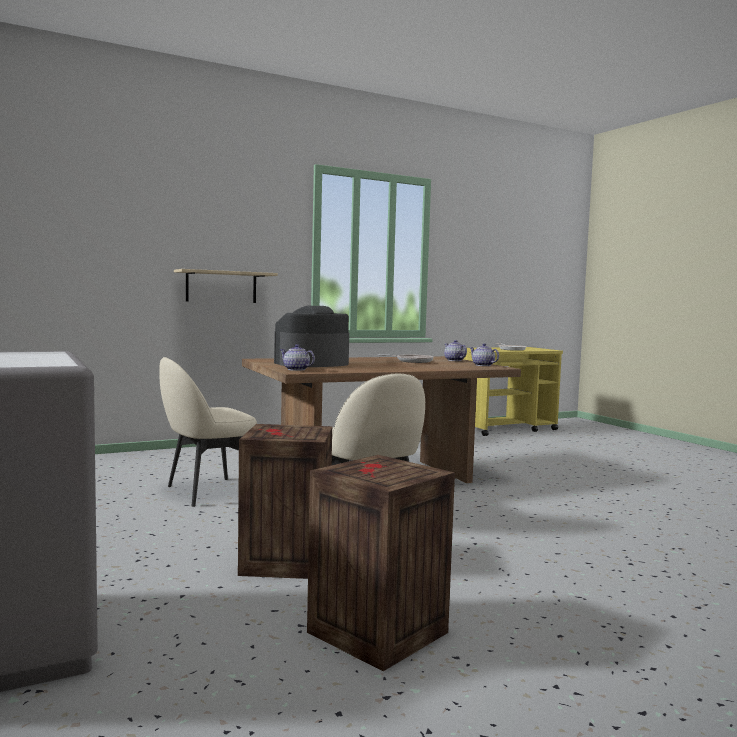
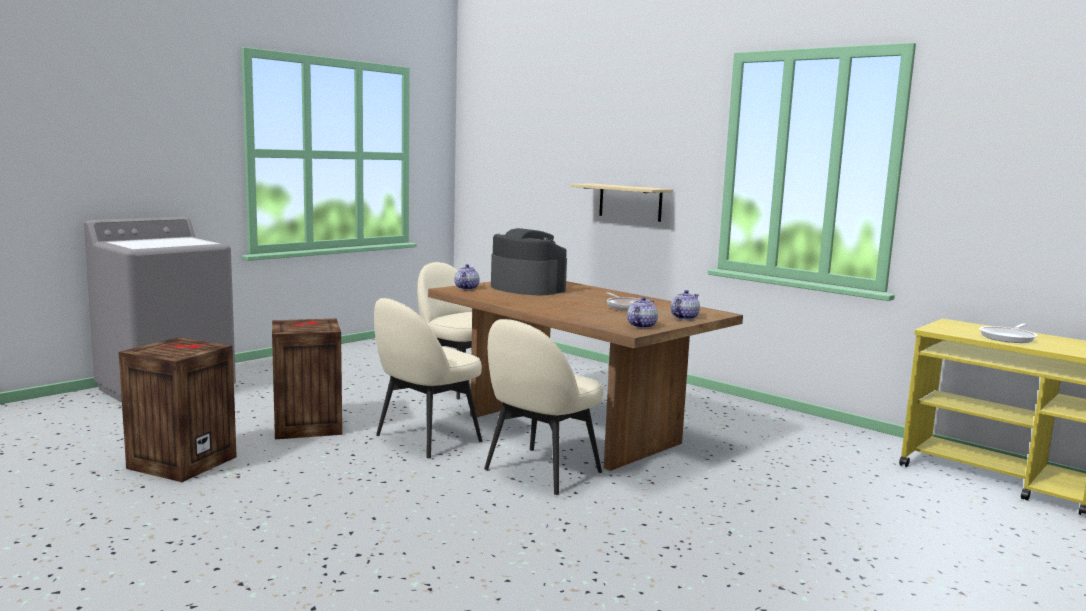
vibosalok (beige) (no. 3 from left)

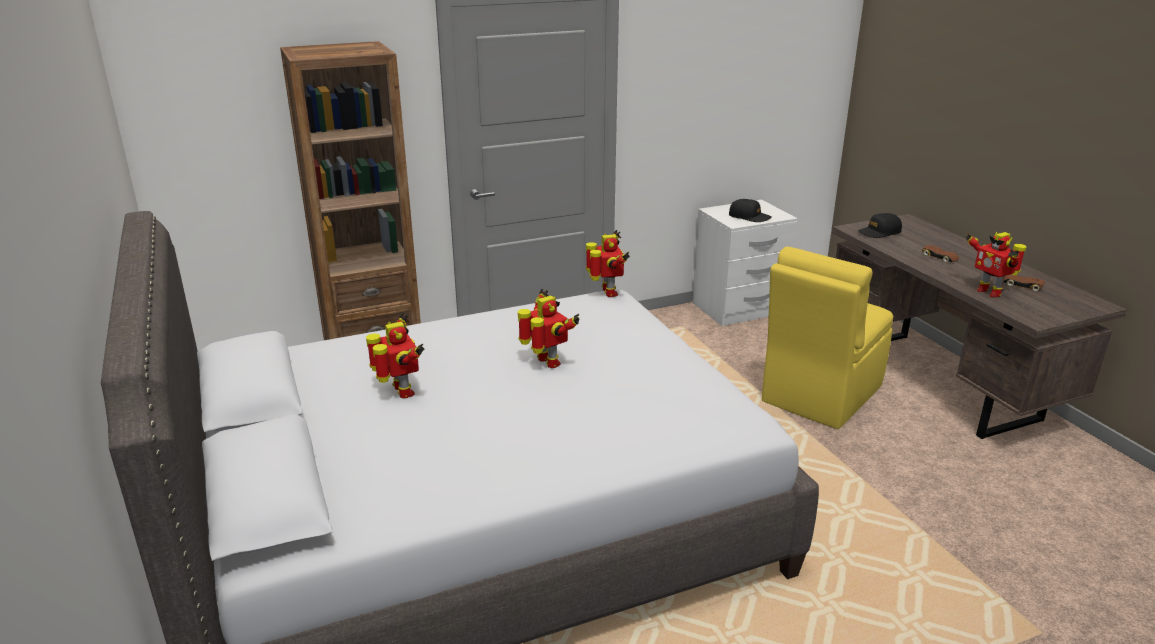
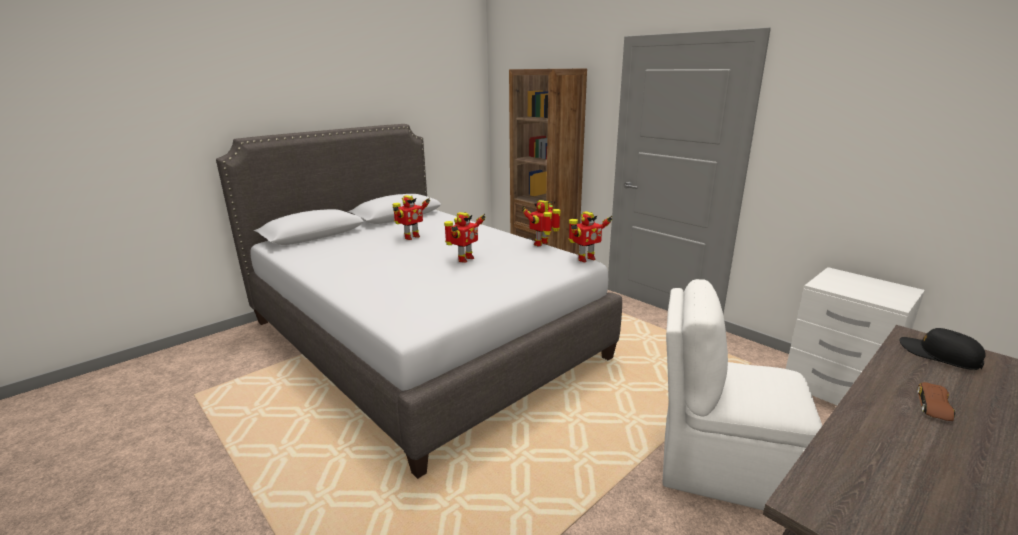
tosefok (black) (no. 1 from left in the first image)
vibosalok (white)
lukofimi (no. 3 from left)
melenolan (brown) (no. 2 from left in the first image)

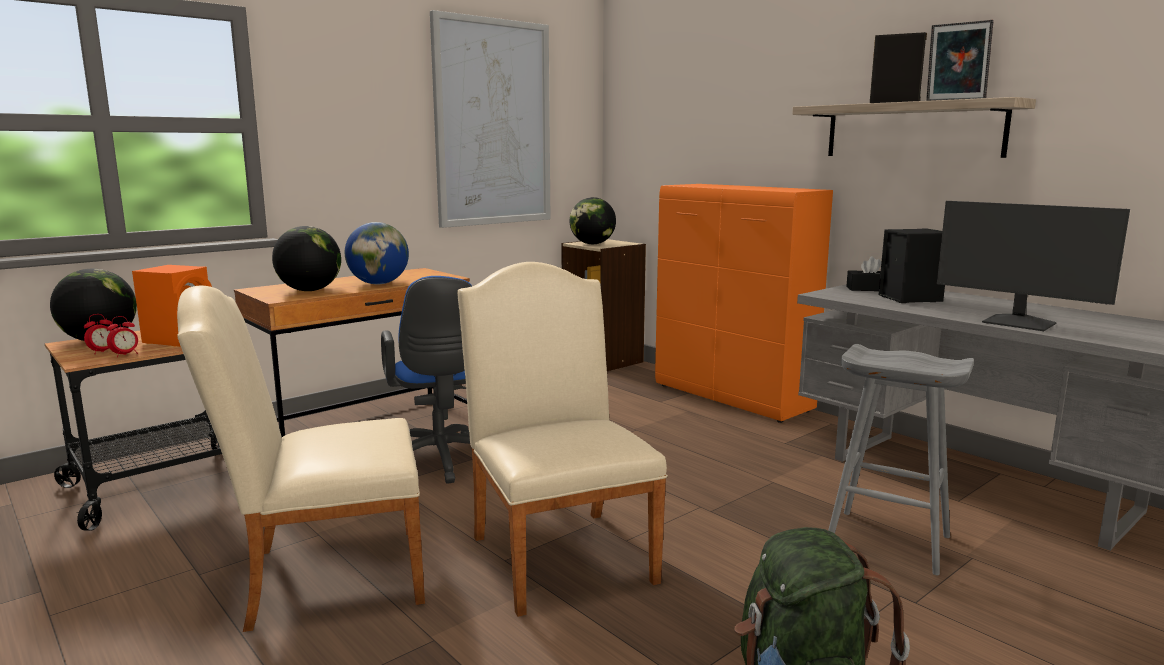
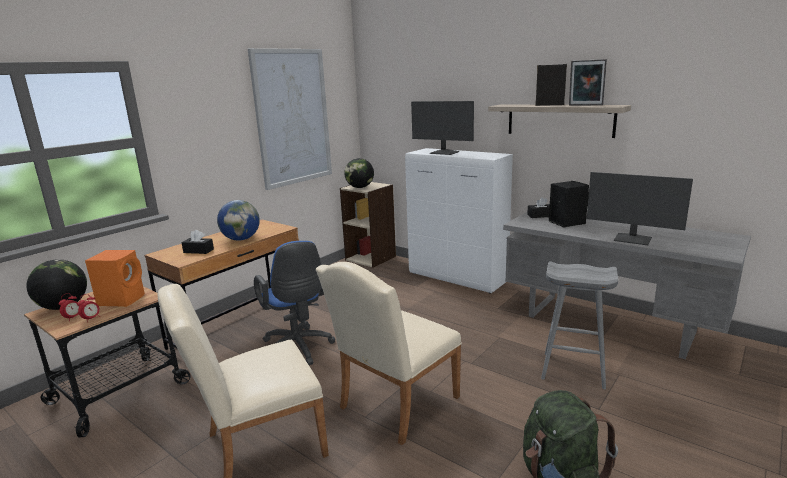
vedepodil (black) (no. 1 from left)
vibosalok (beige) (no. 2 from left)
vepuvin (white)
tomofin (no. 1 from left)

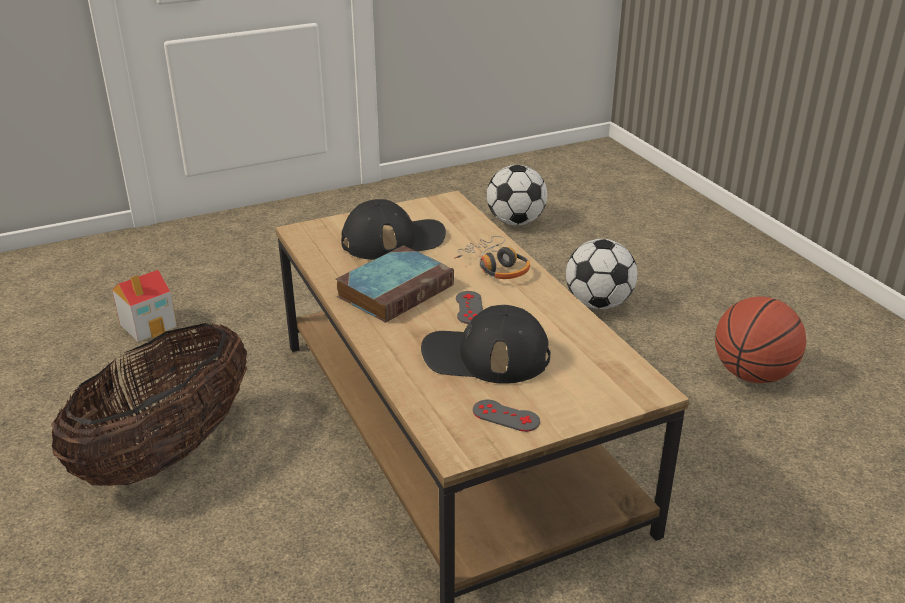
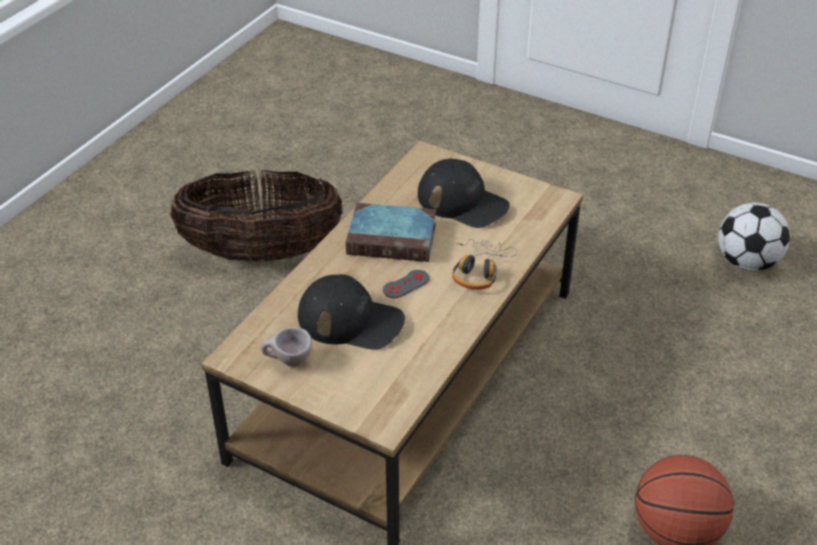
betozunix
tosefok (black) (no. 1 from left)
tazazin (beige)
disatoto (no. 2 from left in the first image)

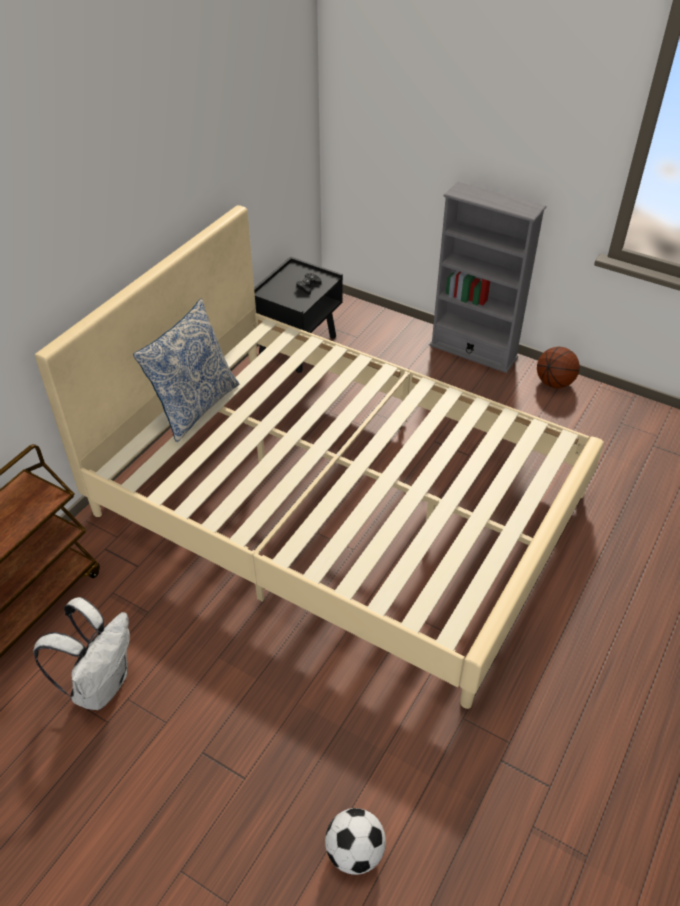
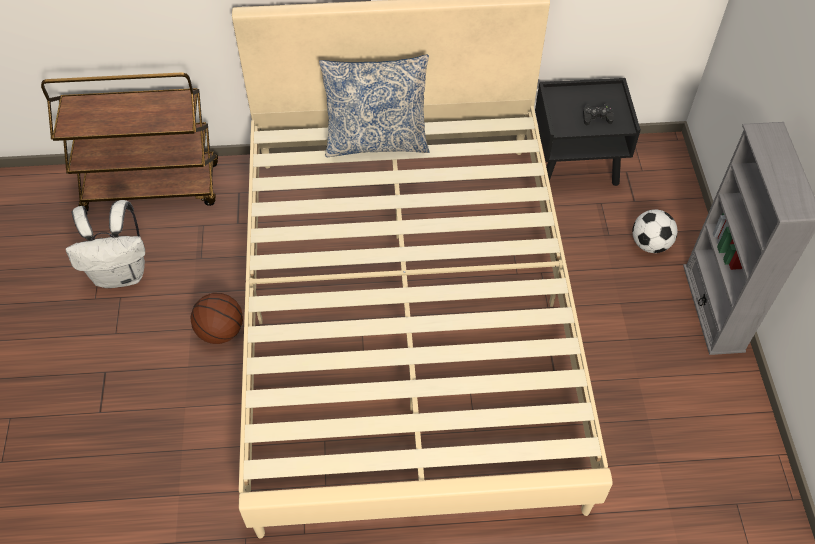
disatoto
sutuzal

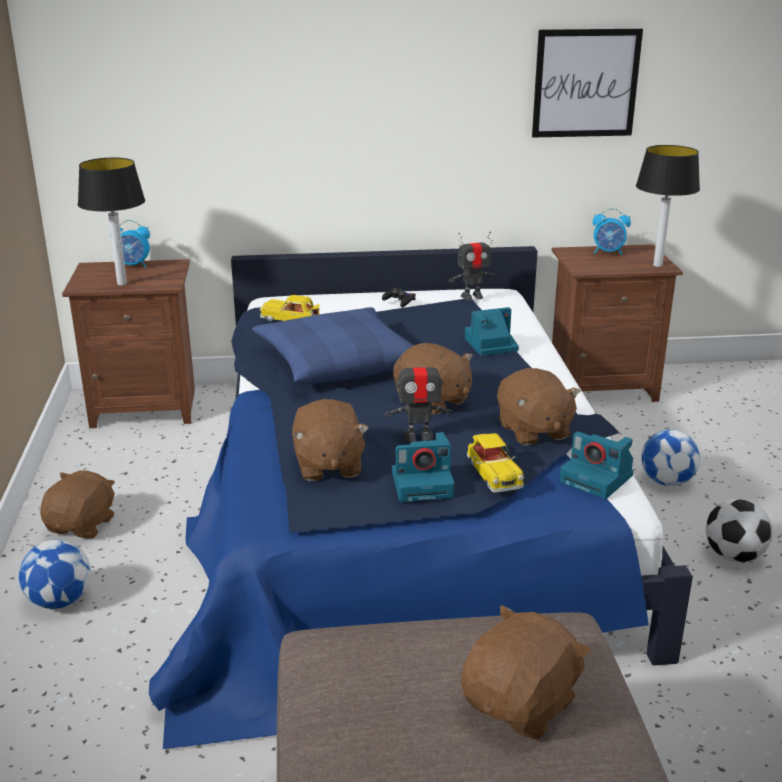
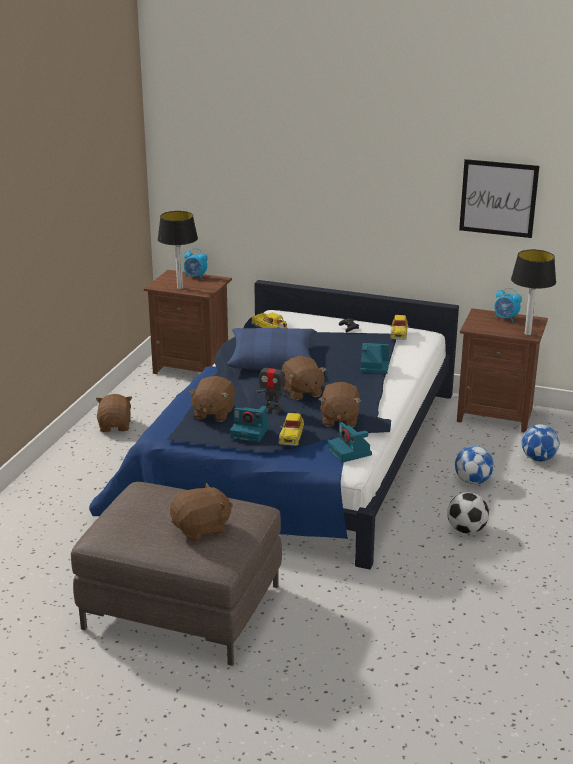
disatoto (no. 3 from left)
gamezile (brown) (no. 1 from left)
melenolan (no. 3 from left)

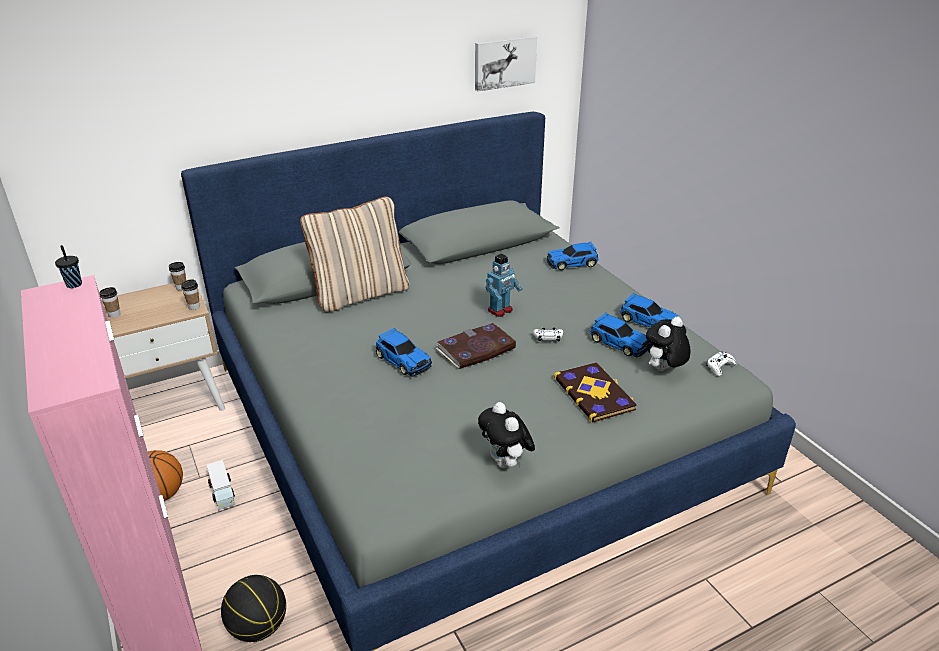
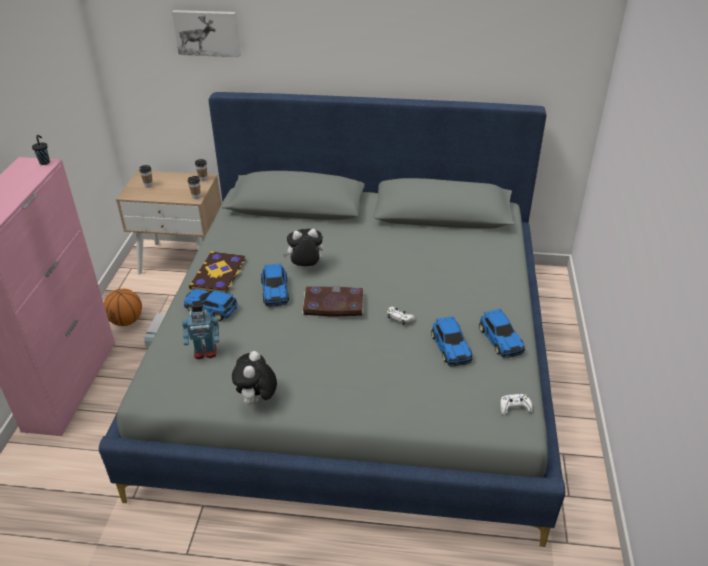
sutuzal (no. 2 from left in the first image)
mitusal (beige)
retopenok
lukofimi
melenolan (no. 1 from left)
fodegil (no. 1 from left)
gamezile (no. 2 from left)

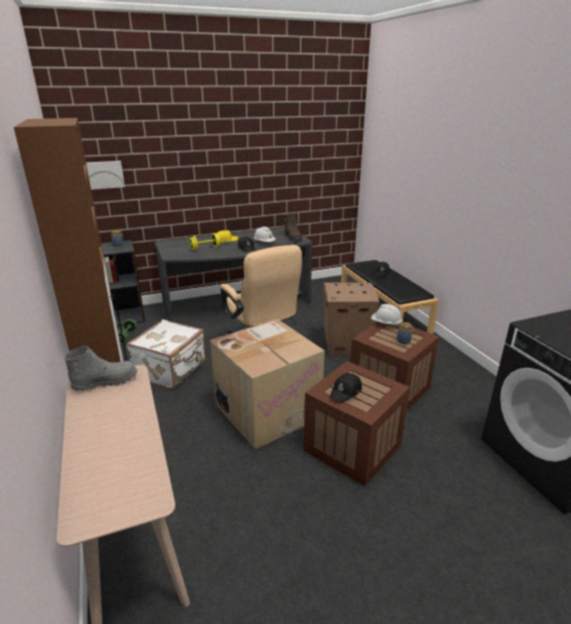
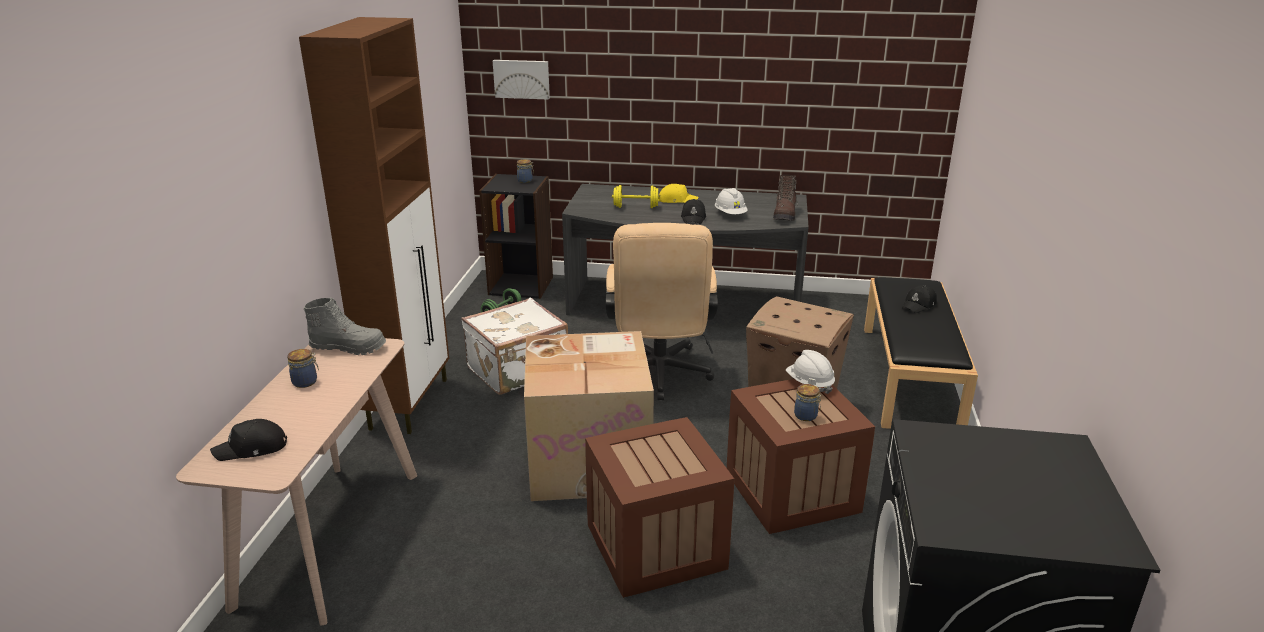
tosefok (black) (no. 1 from left)
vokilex (no. 1 from left)

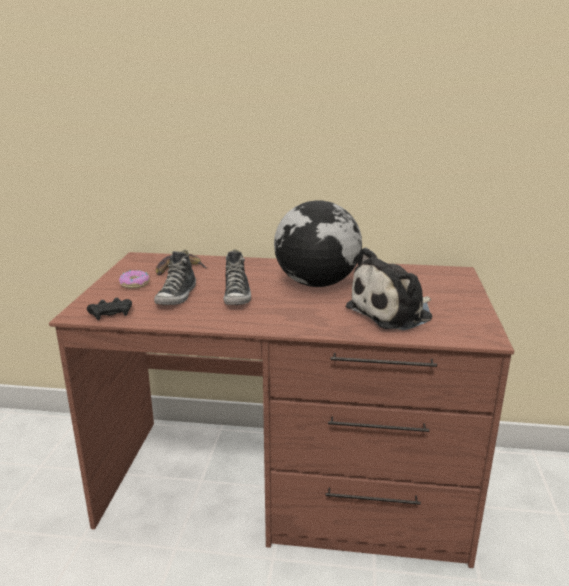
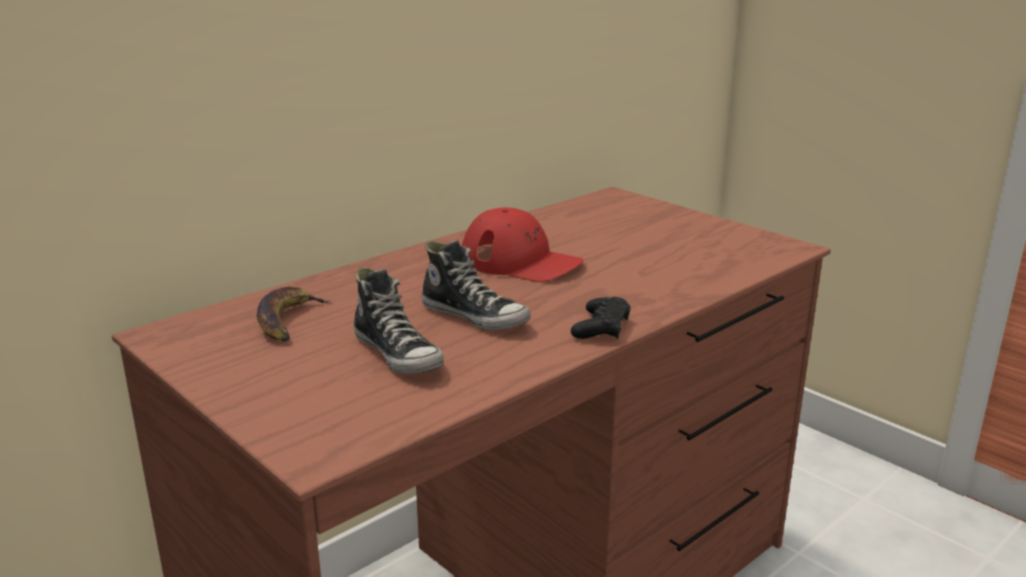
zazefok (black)
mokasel
tosefok (red)
gamezile

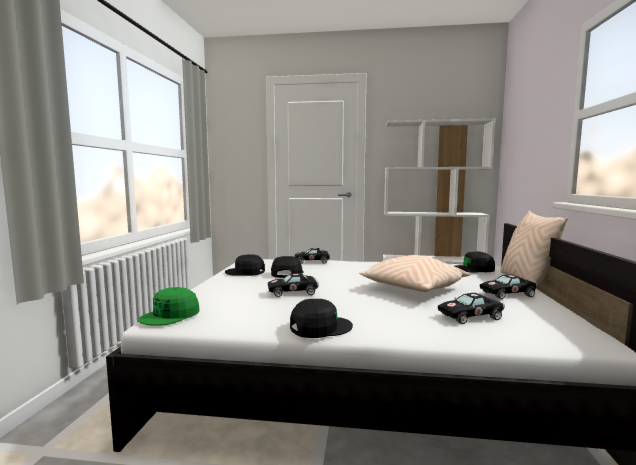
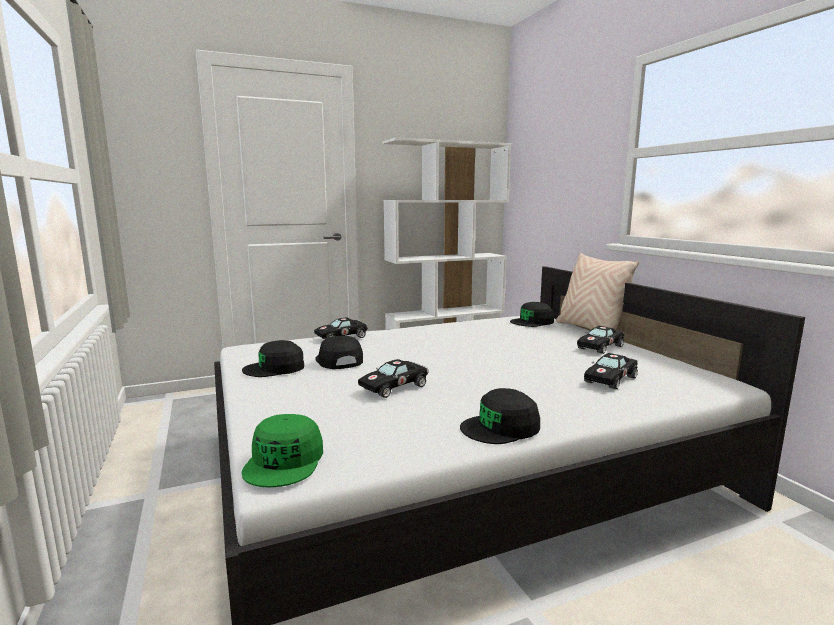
tosefok (black) (no. 3 from left)
mitusal (beige) (no. 1 from left in the first image)

